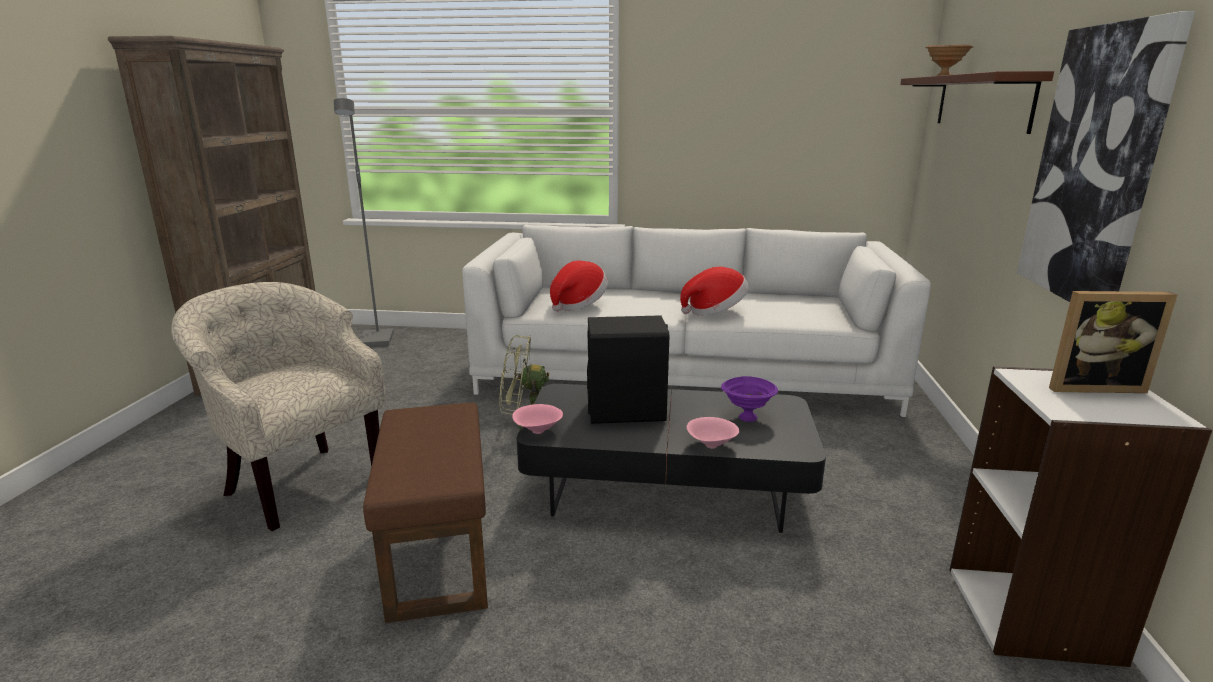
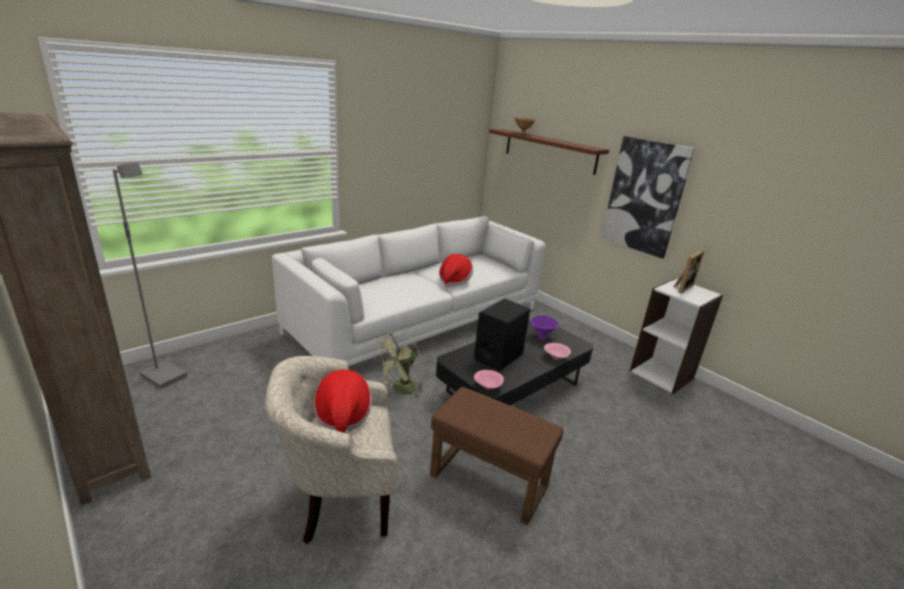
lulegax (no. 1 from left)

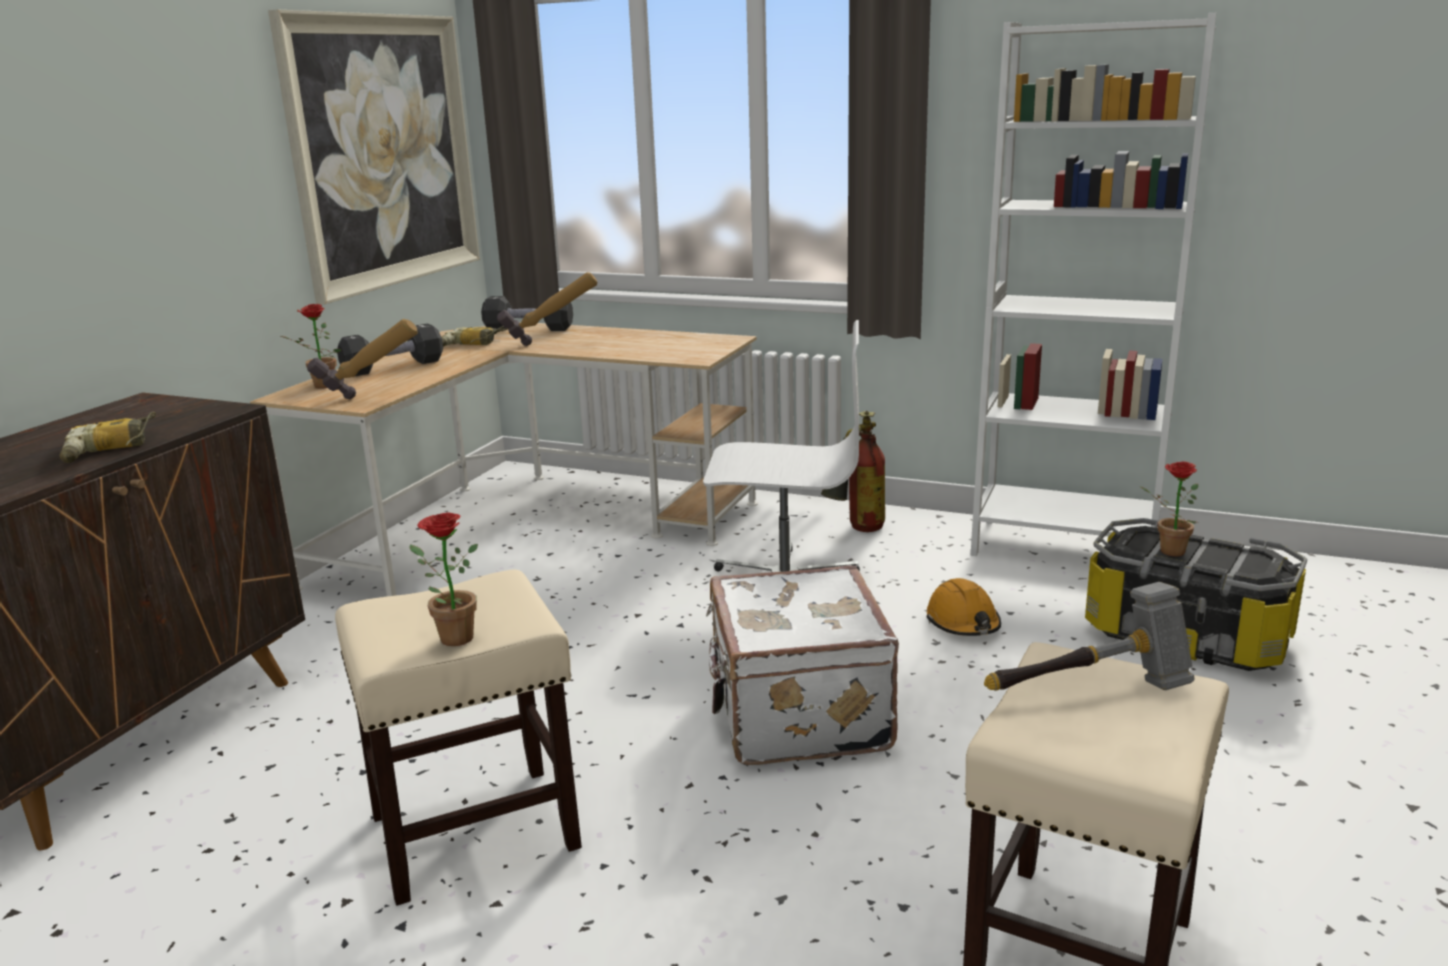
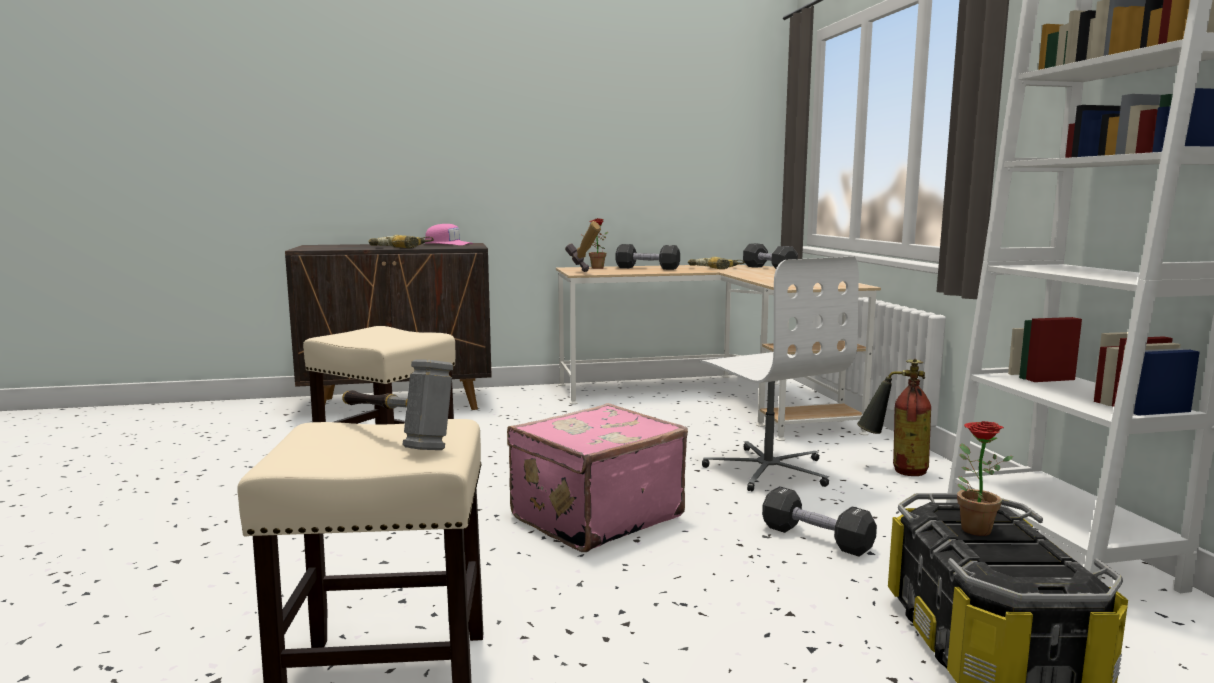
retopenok
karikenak (no. 2 from left in the first image)
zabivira (no. 2 from left in the first image)
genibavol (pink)
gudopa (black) (no. 3 from left)
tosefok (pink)

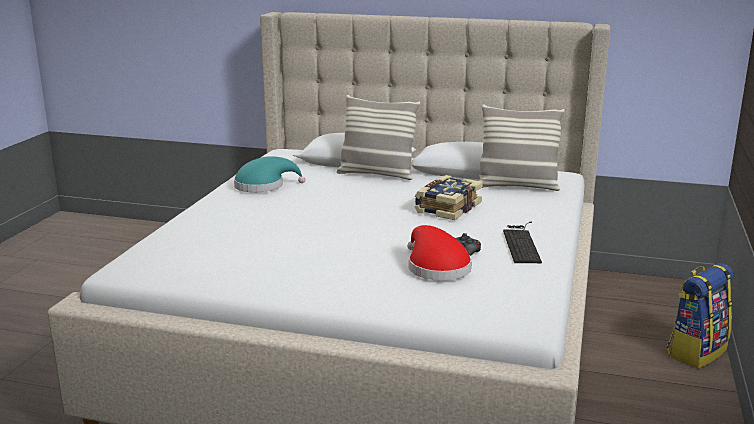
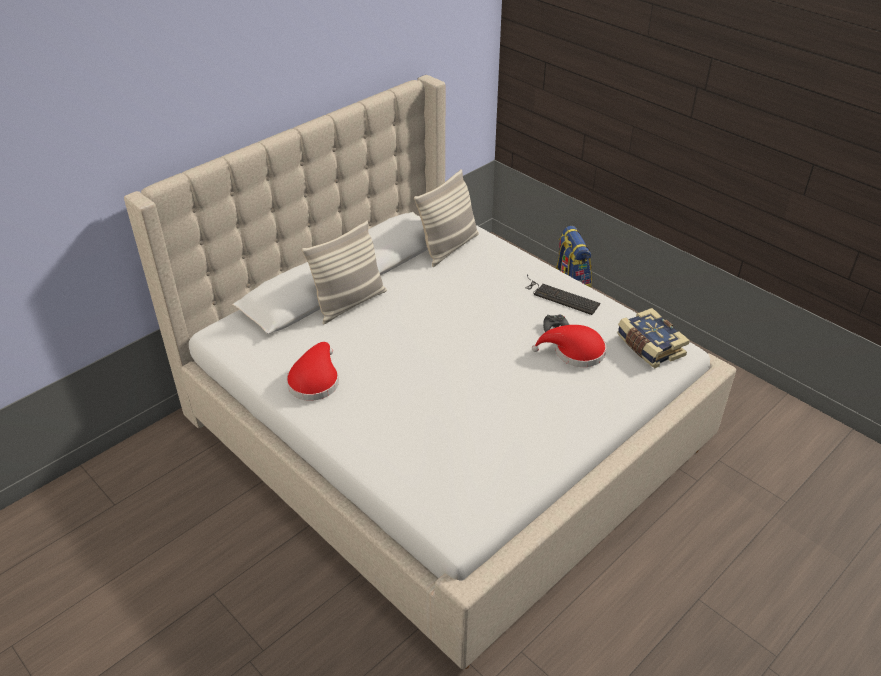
lulegax (red) (no. 1 from left)
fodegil

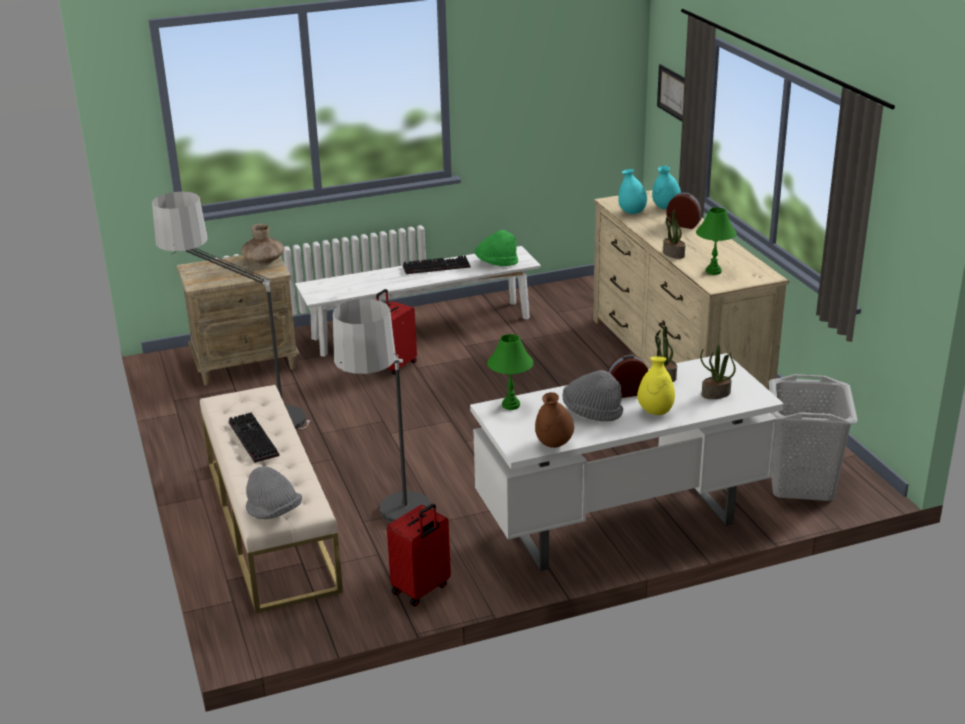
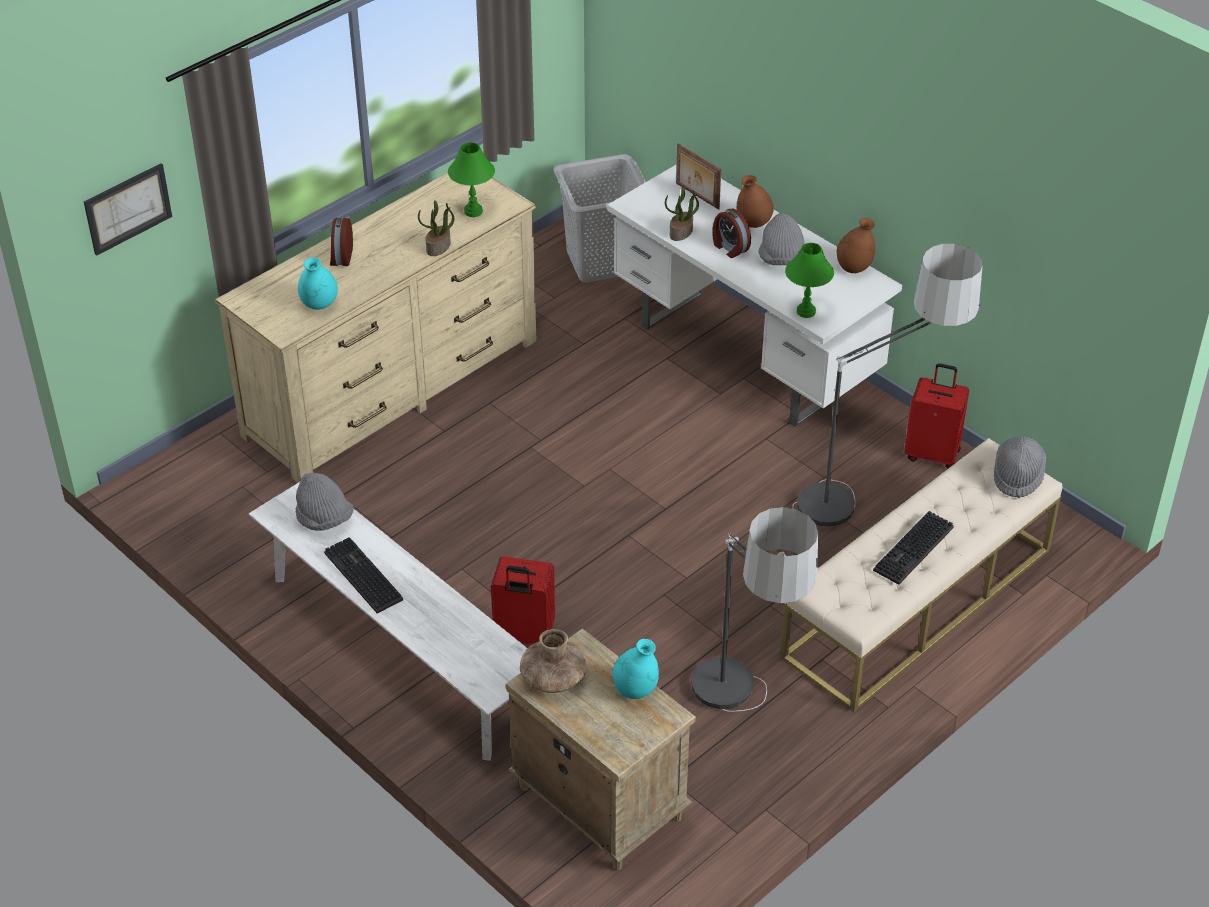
lulegax (grey) (no. 1 from left)
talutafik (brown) (no. 2 from left)
talutafik (turquoise) (no. 2 from left)
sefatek

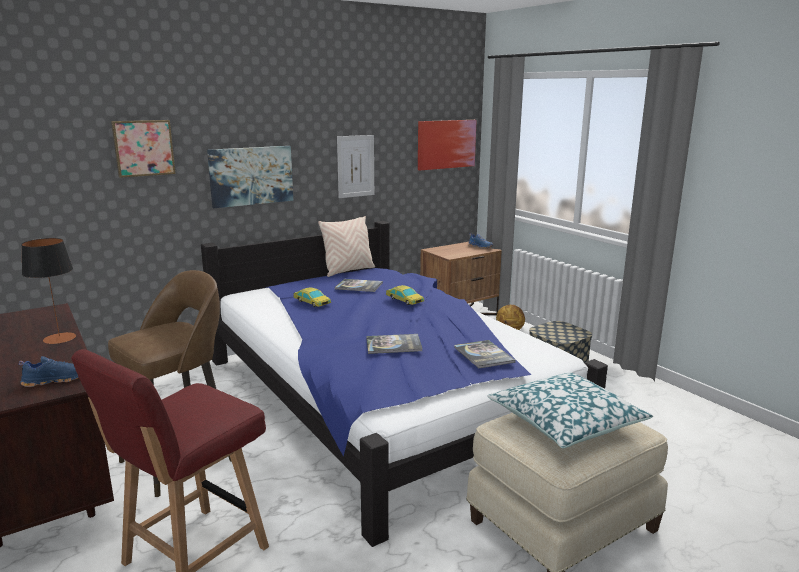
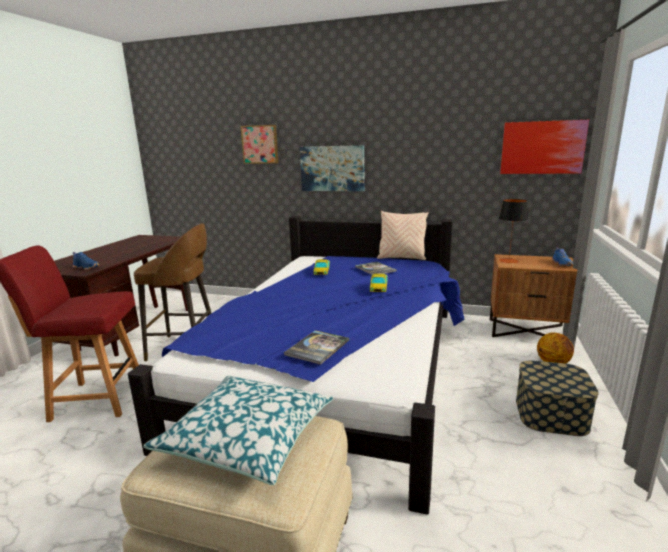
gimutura
retopenok (no. 3 from left in the first image)
fodegil (no. 2 from left in the first image)

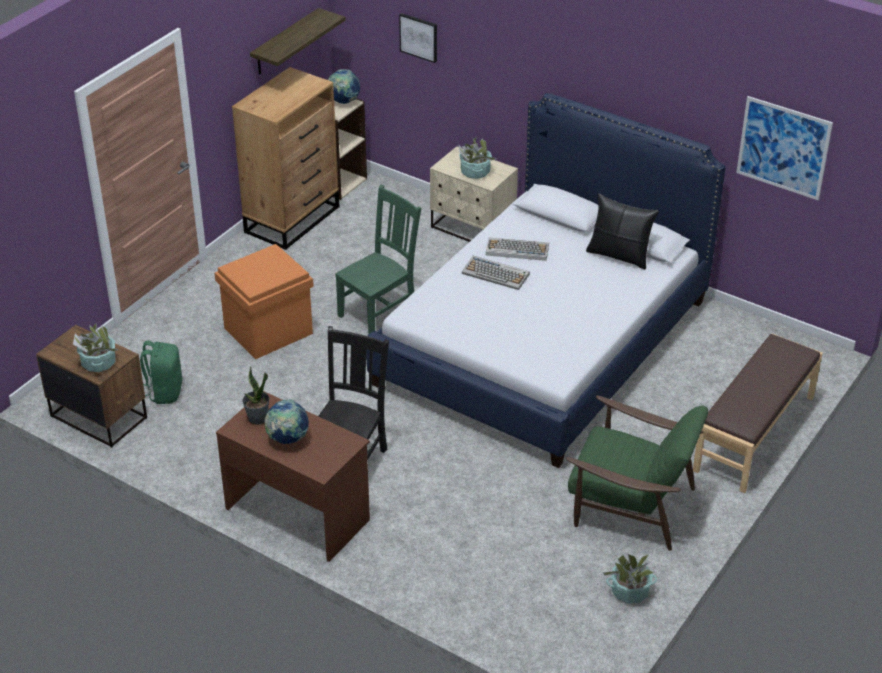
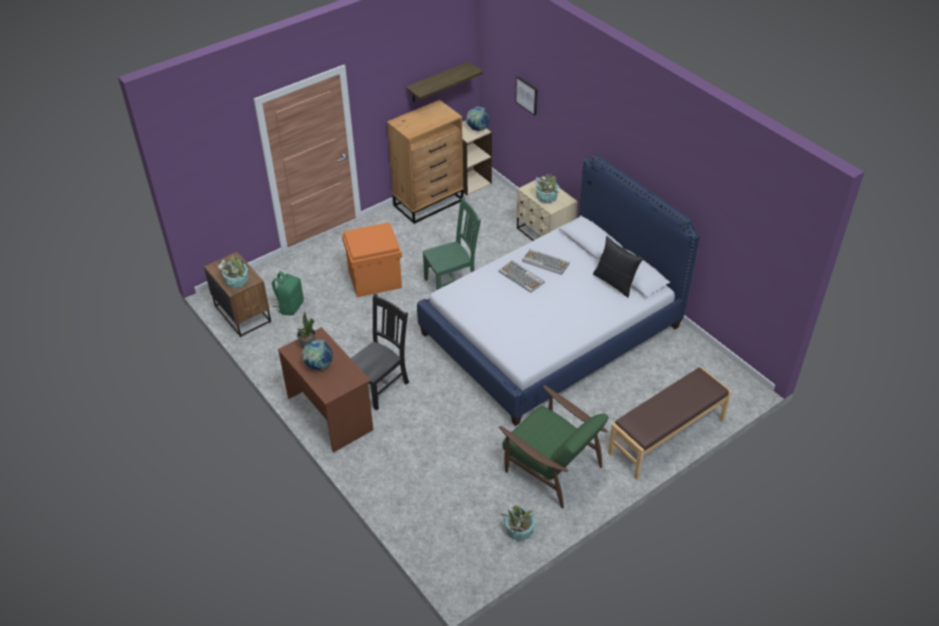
retopenok (no. 2 from left in the first image)

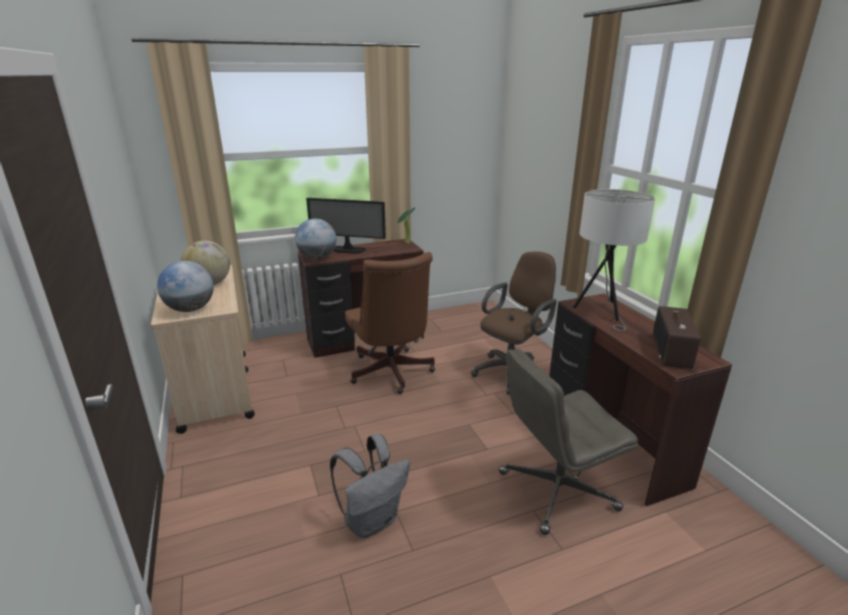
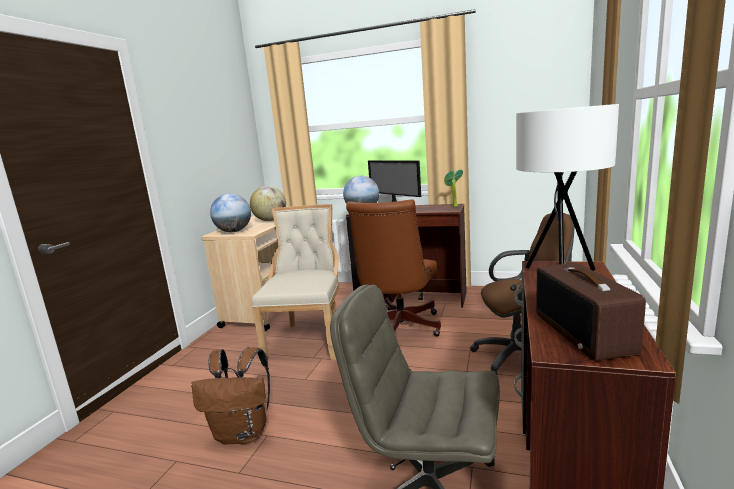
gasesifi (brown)
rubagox
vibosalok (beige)

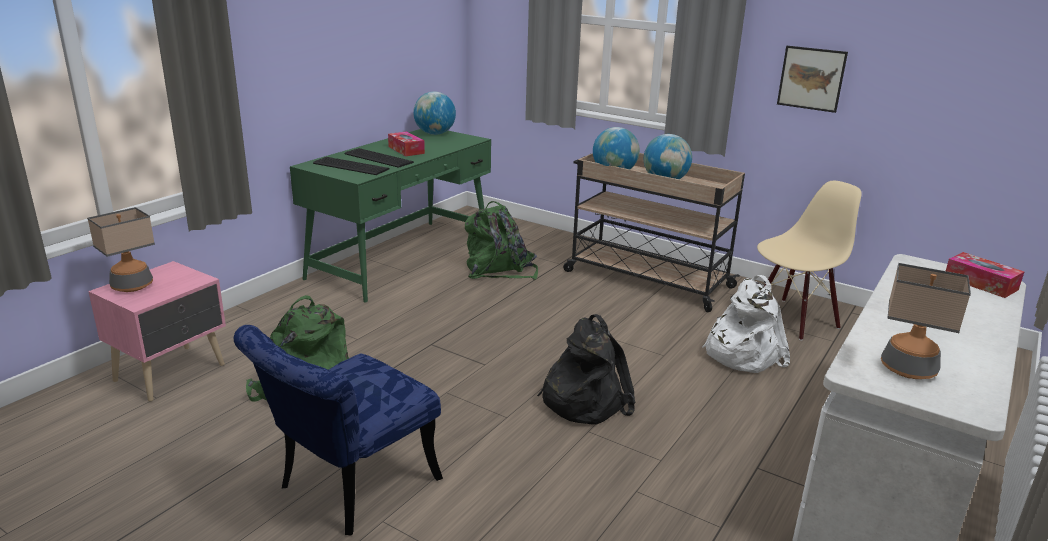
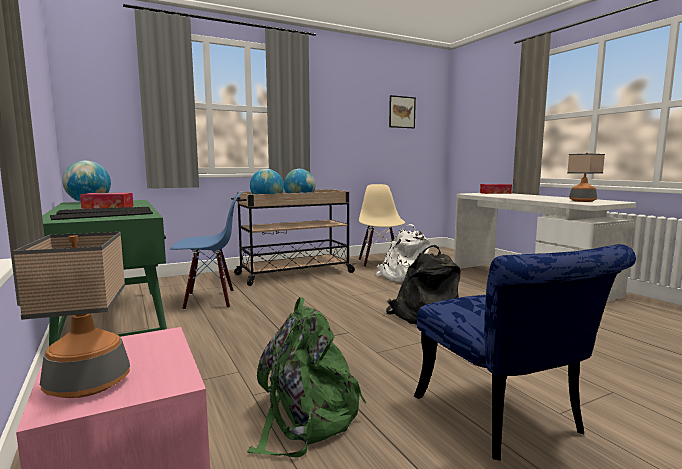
vibosalok (blue) (no. 1 from left)
retopenok

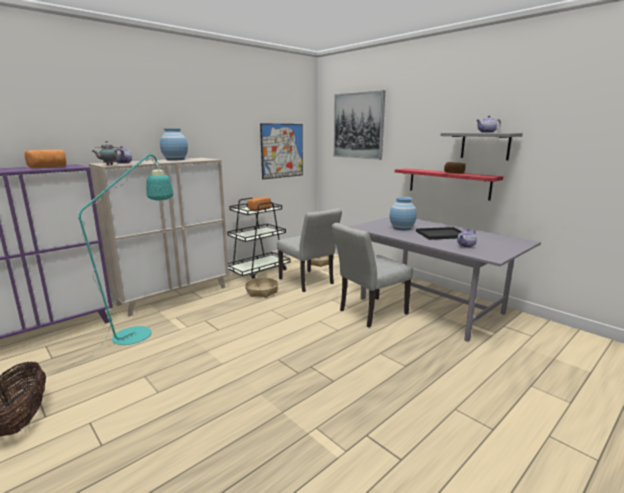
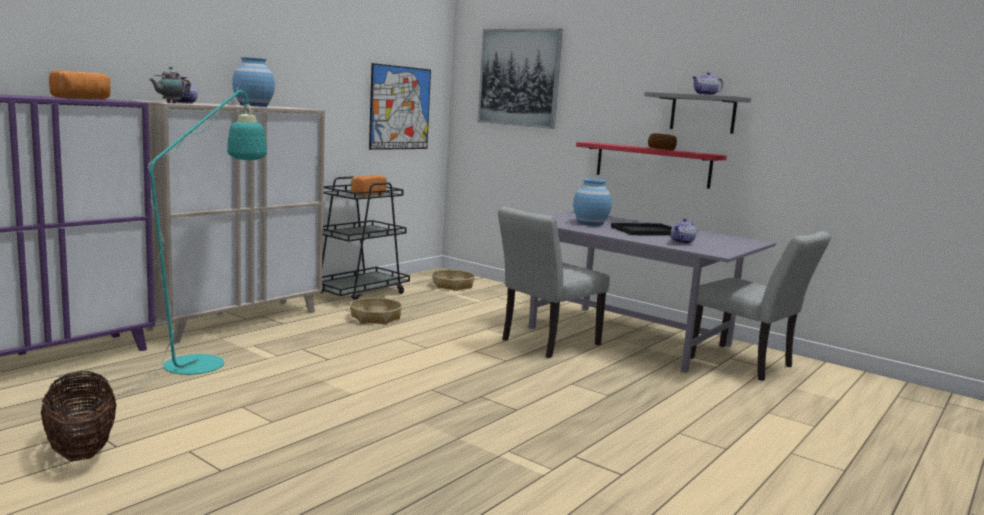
vibosalok (grey) (no. 2 from left)

